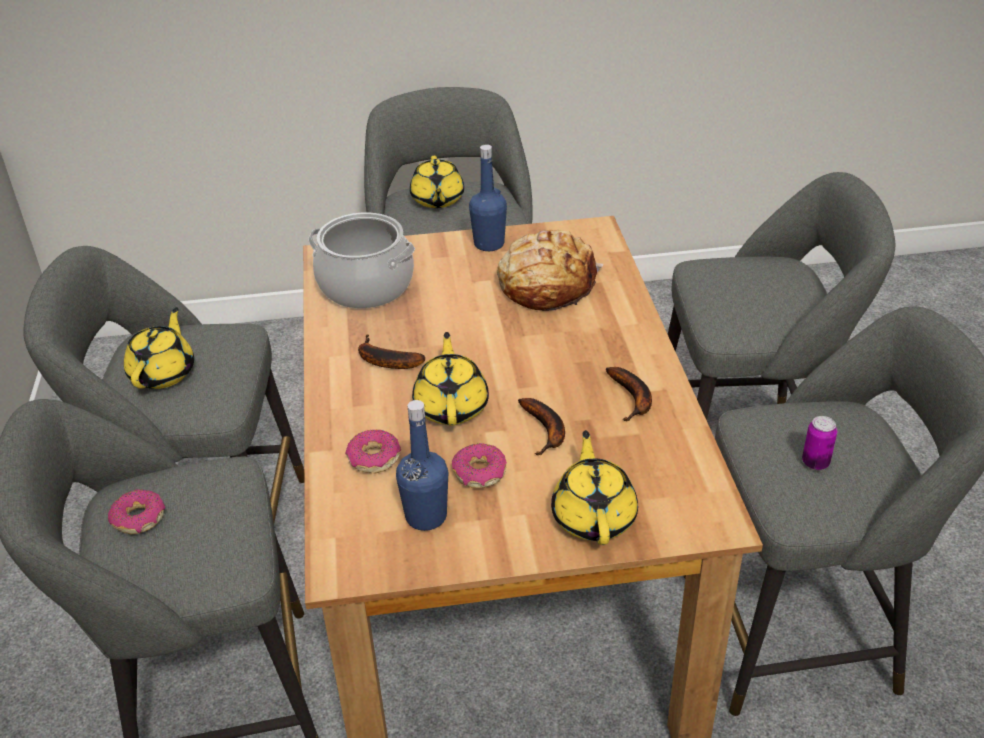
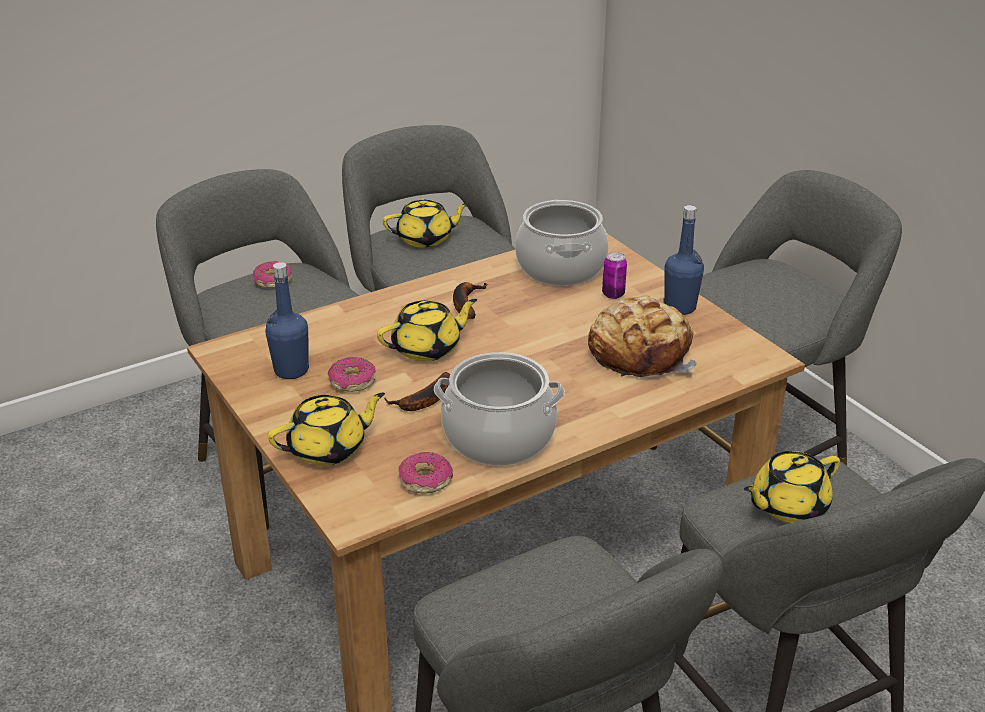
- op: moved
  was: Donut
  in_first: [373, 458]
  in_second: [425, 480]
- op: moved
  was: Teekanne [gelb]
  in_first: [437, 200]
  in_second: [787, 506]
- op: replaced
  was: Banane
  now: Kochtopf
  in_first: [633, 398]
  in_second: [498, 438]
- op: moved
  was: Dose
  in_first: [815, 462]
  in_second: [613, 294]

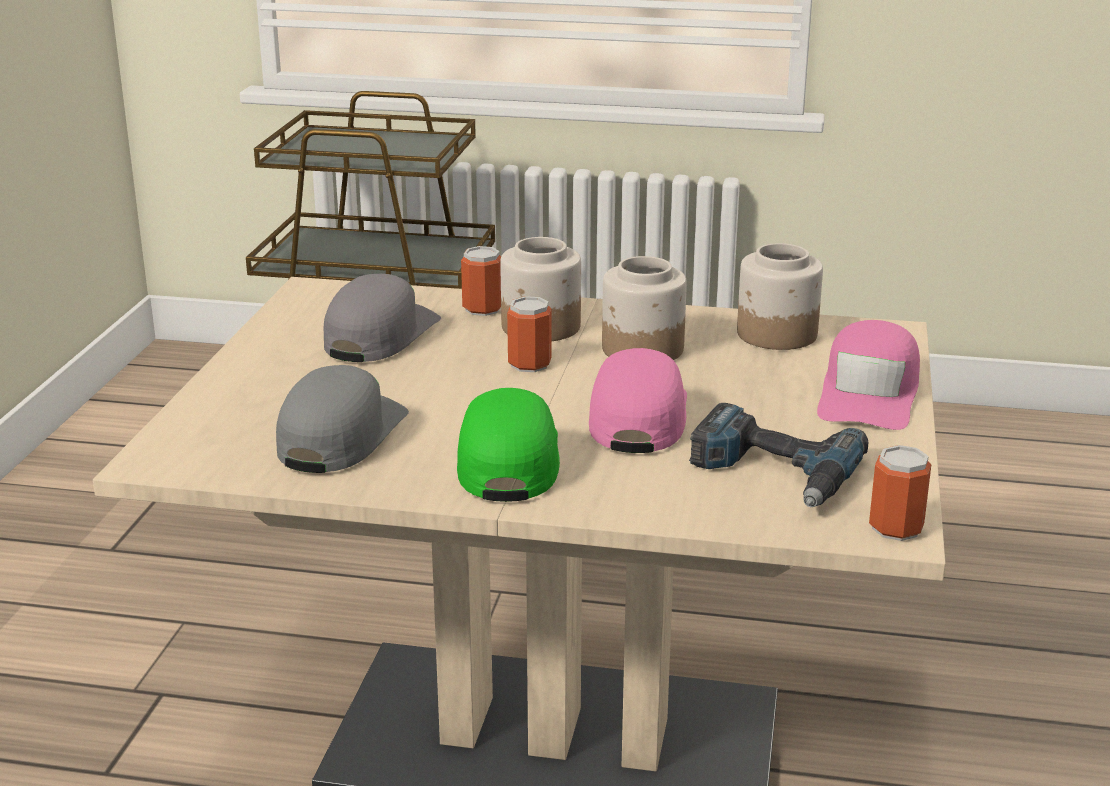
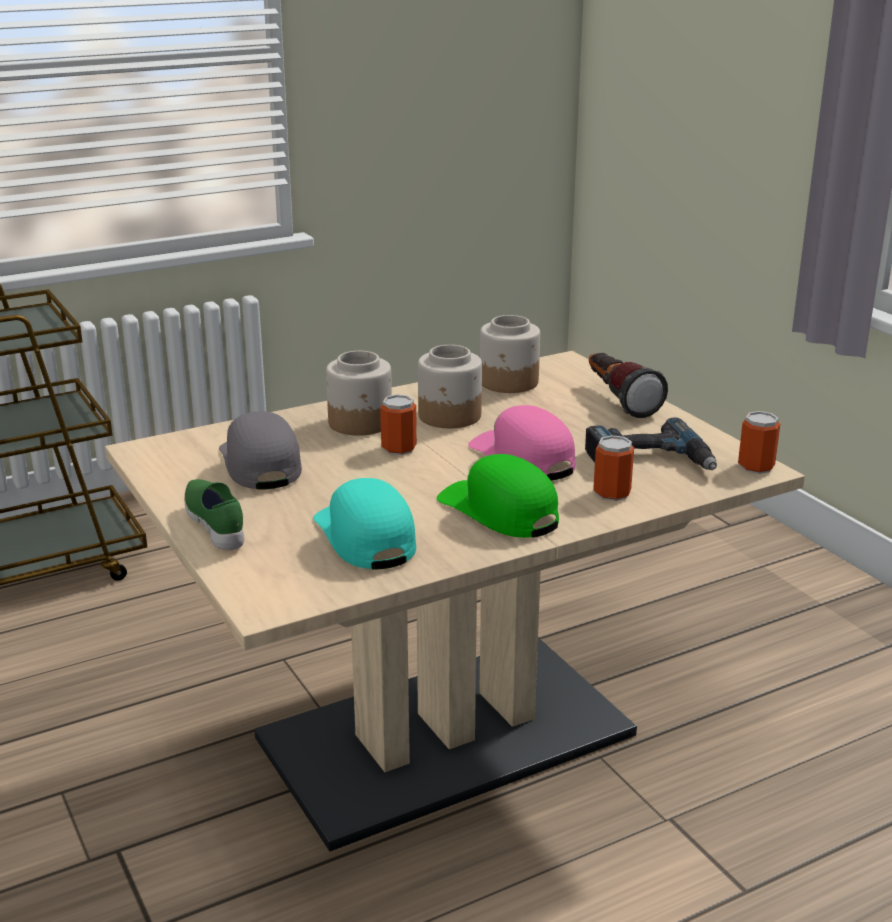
- op: recoloured
  was: Kappe [grau]
  now: Kappe [türkis]
  in_first: [341, 435]
  in_second: [365, 537]
- op: moved
  was: Dose
  in_first: [482, 309]
  in_second: [612, 493]
- op: replaced
  was: Kappe [rosa]
  now: Taschenlampe
  in_first: [869, 394]
  in_second: [618, 400]
- op: added
  now: Schuh [grün]
  in_second: [217, 527]

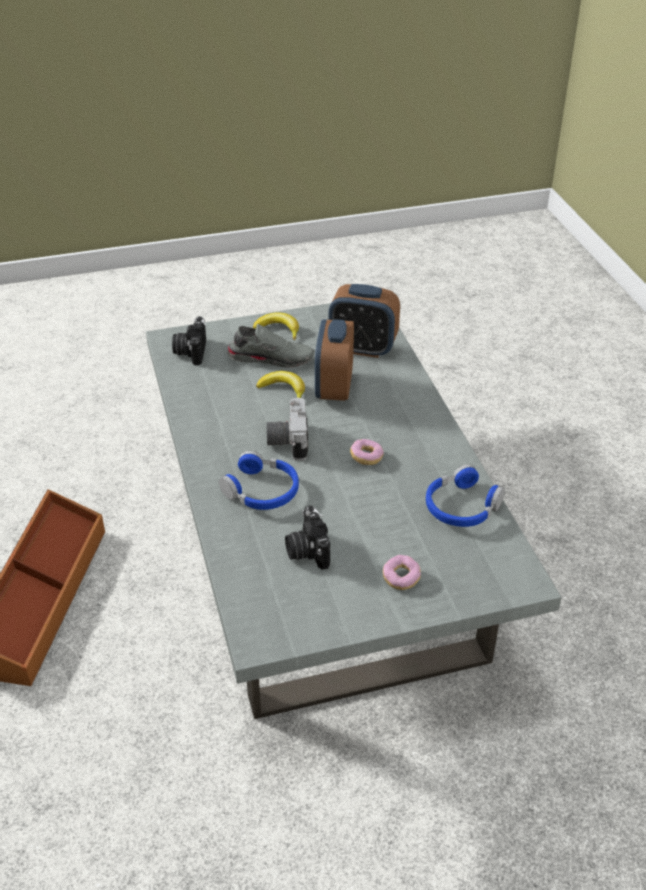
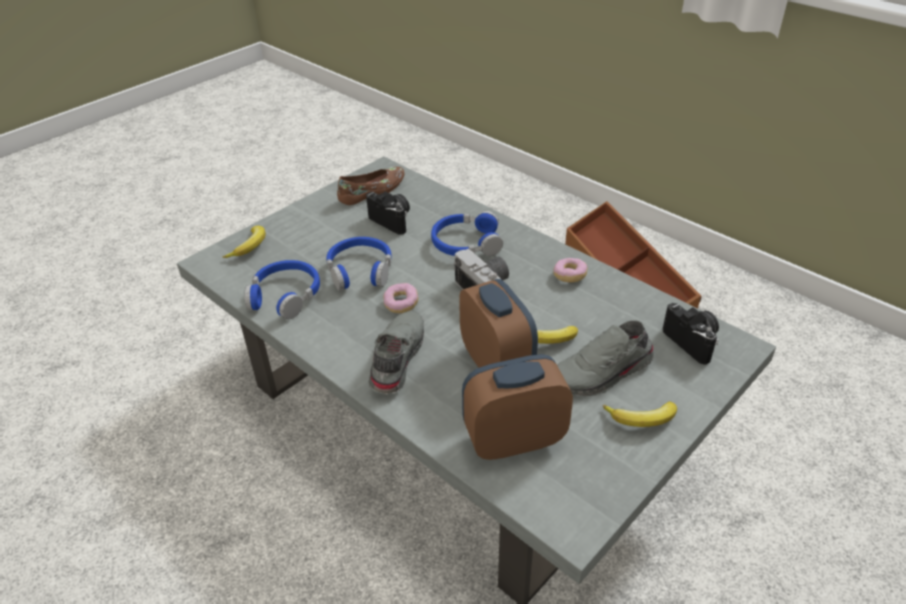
- op: moved
  was: Donut
  in_first: [401, 578]
  in_second: [569, 276]
- op: added
  now: Banane
  in_second: [250, 247]
- op: added
  now: Kopfhörer [blau]
  in_second: [360, 270]
- op: added
  now: Schuh [braun]
  in_second: [373, 191]
- op: added
  now: Schuh [grau]
  in_second: [395, 358]

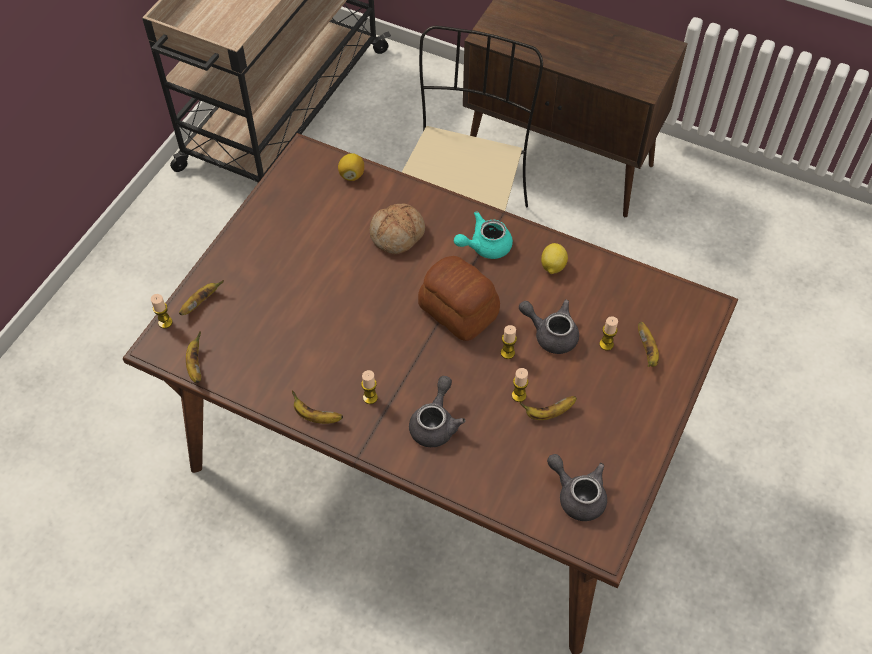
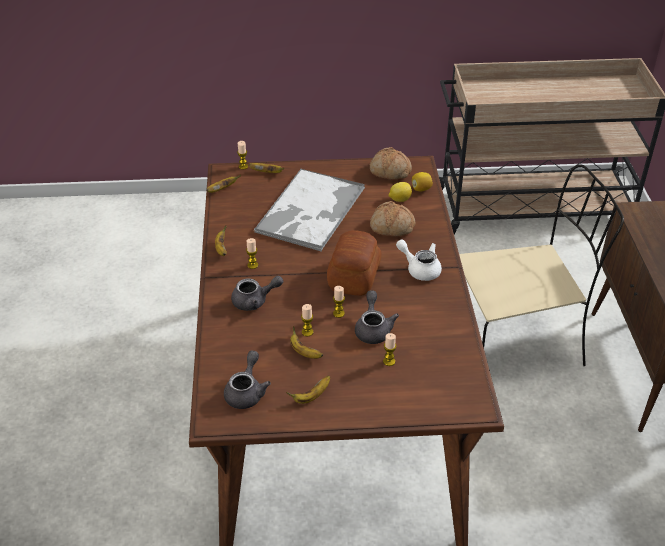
- op: recoloured
  was: Teekanne [türkis]
  now: Teekanne [weiß]
  in_first: [484, 246]
  in_second: [420, 269]
- op: moved
  was: Zitrone
  in_first: [552, 267]
  in_second: [399, 199]
- op: moved
  was: Banane
  in_first: [647, 351]
  in_second: [311, 396]
- op: added
  now: Tablett
  in_second: [310, 211]
- op: added
  now: Brot
  in_second: [389, 171]

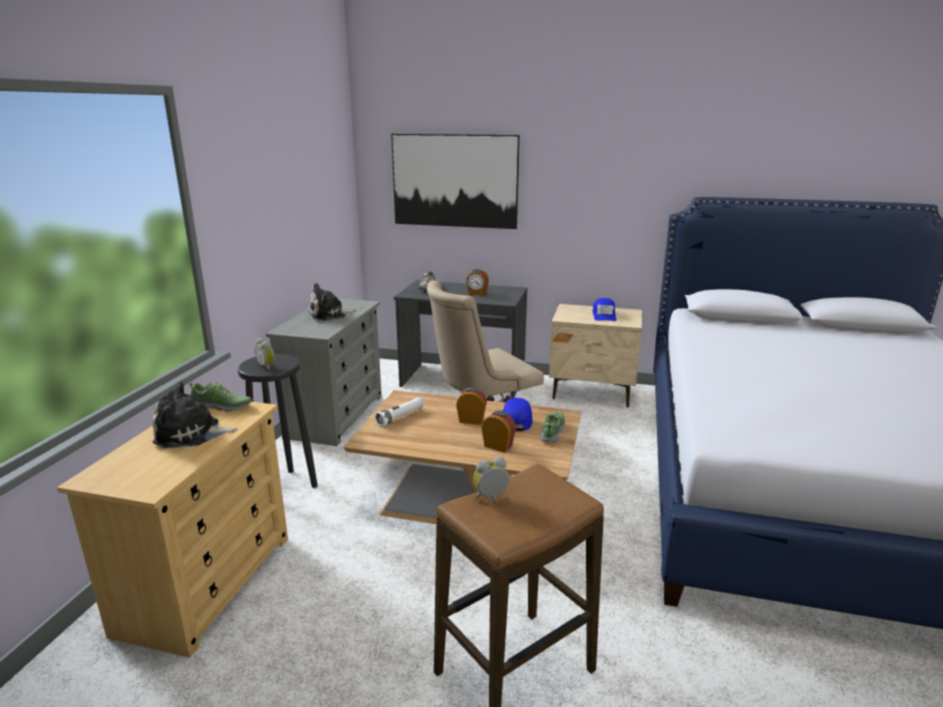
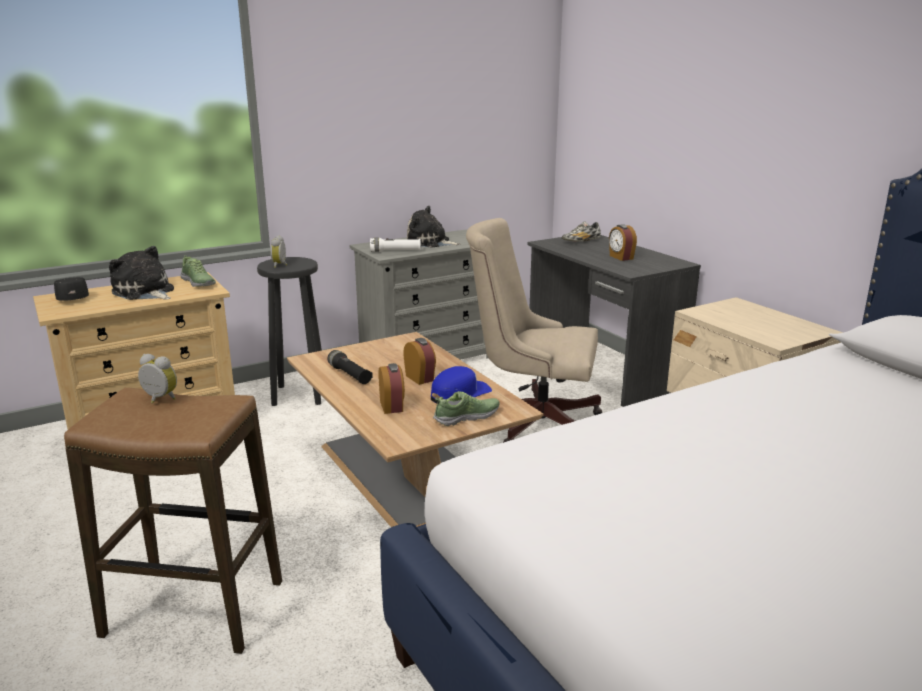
- op: moved
  was: Taschenlampe [weiß]
  in_first: [400, 417]
  in_second: [395, 251]
- op: removed
  was: Bild
  in_first: [454, 181]
- op: removed
  was: Kappe [blau]
  in_first: [604, 315]
- op: added
  now: Kappe [schwarz]
  in_second: [72, 298]
- op: added
  now: Taschenlampe [schwarz]
  in_second: [349, 375]

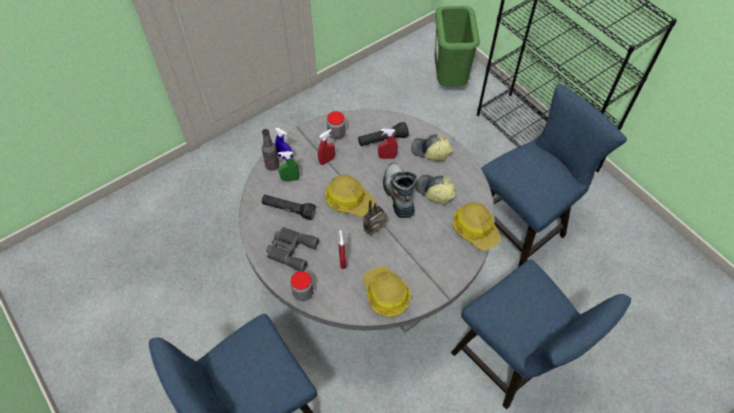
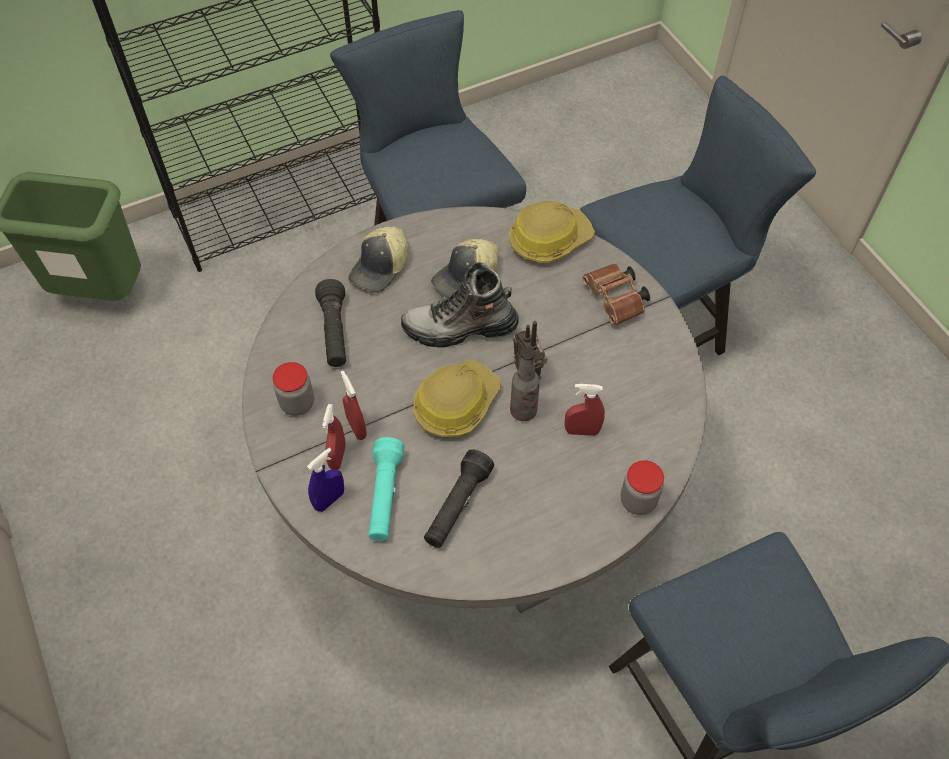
- op: moved
  was: Flasche
  in_first: [272, 165]
  in_second: [523, 411]
- op: removed
  was: Fernglas [grau]
  in_first: [290, 250]
- op: replaced
  was: Sprühflasche [grün]
  now: Taschenlampe [türkis]
  in_first: [290, 179]
  in_second: [385, 496]
- op: removed
  was: Schutzhelm
  in_first: [386, 294]
- op: moved
  was: Sprühflasche [rot]
  in_first: [387, 157]
  in_second: [337, 457]
- op: added
  now: Fernglas [braun]
  in_second: [616, 301]

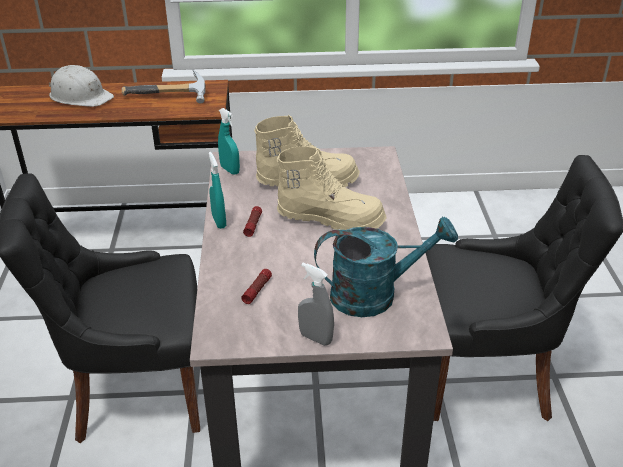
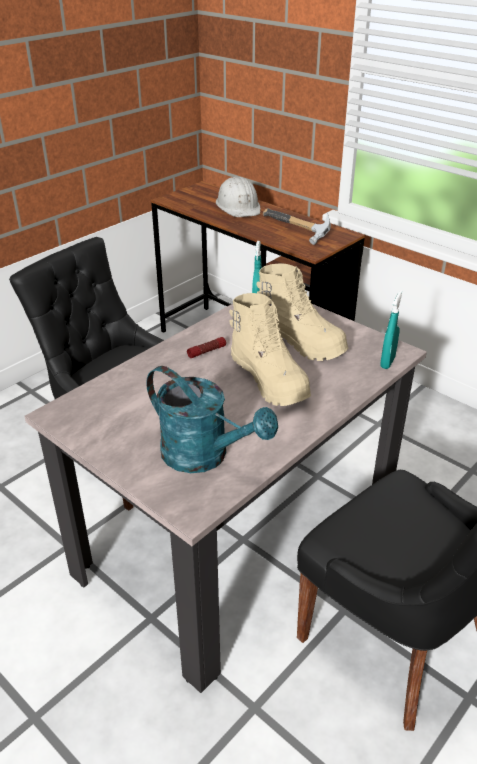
- op: moved
  was: Sprühflasche [türkis]
  in_first: [219, 221]
  in_second: [387, 362]
- op: removed
  was: Taschenlampe
  in_first: [257, 290]
- op: removed
  was: Sprühflasche [grau]
  in_first: [315, 338]

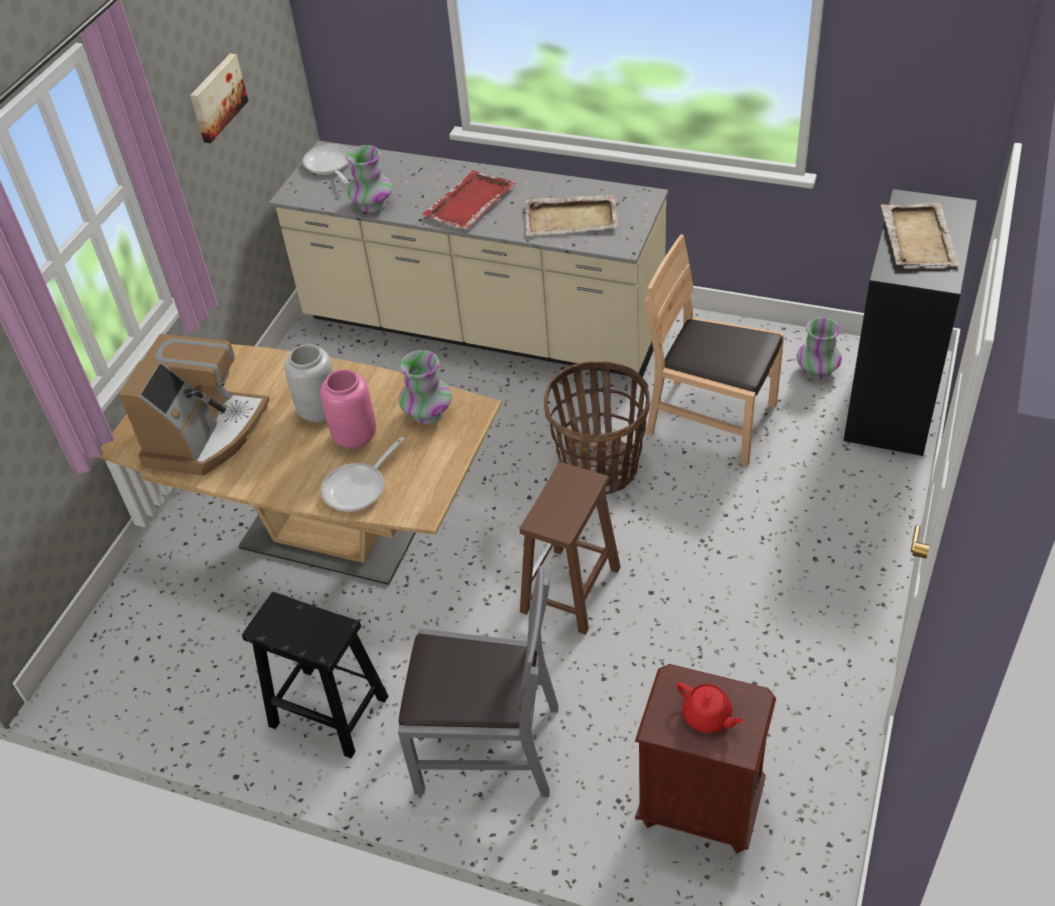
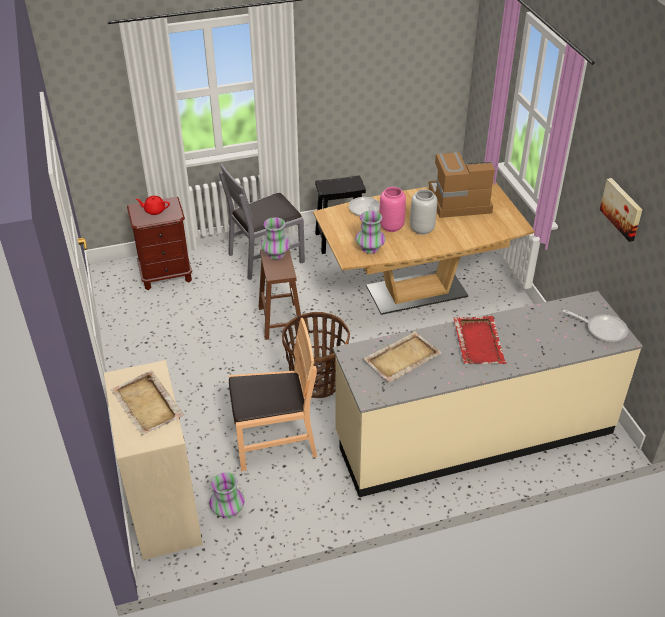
- op: turned
  was: Kaffeemaschine
  in_first: [206, 434]
  in_second: [458, 202]
  clockwise: 105
- op: moved
  was: Vase
  in_first: [373, 205]
  in_second: [276, 254]
- op: recoloured
  was: Kommode [schwarz]
  now: Kommode [beige]
  in_first: [891, 401]
  in_second: [165, 509]

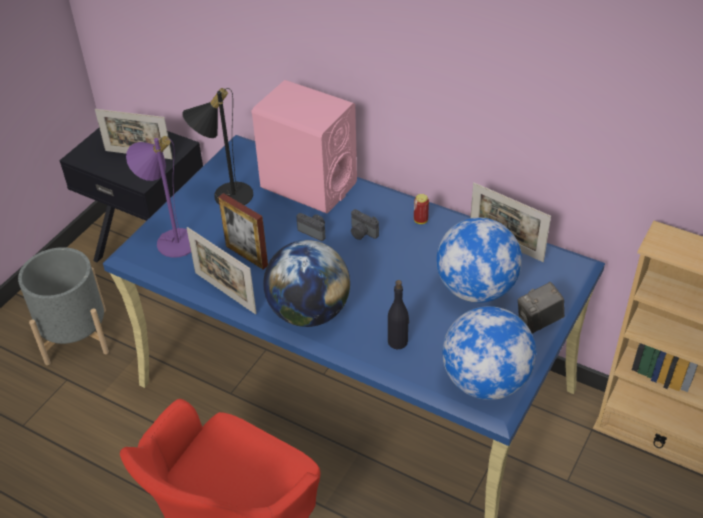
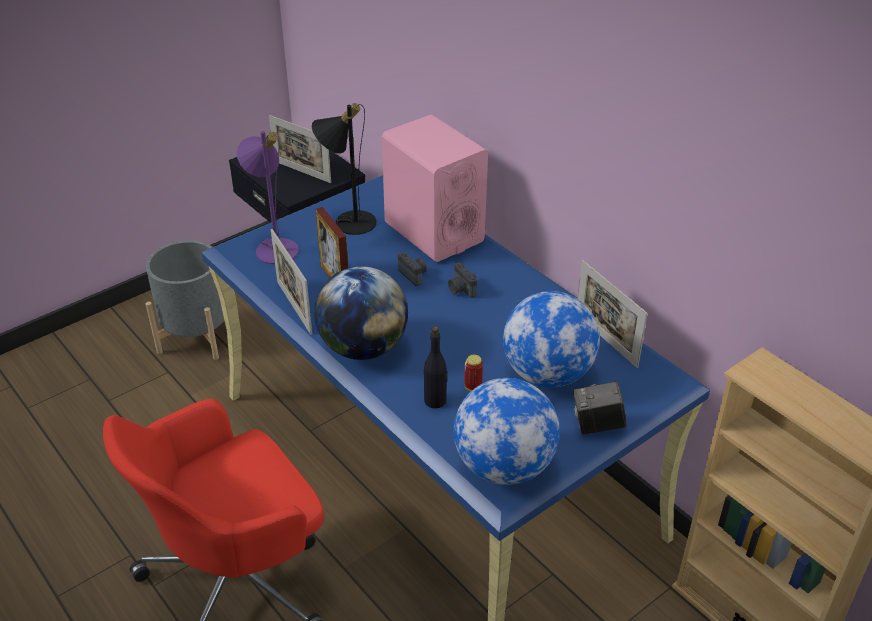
- op: moved
  was: Dose
  in_first: [420, 220]
  in_second: [473, 387]

